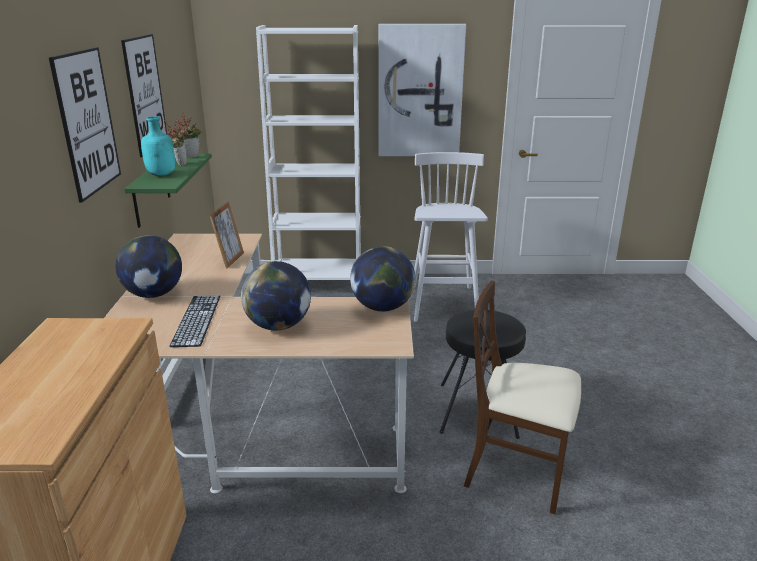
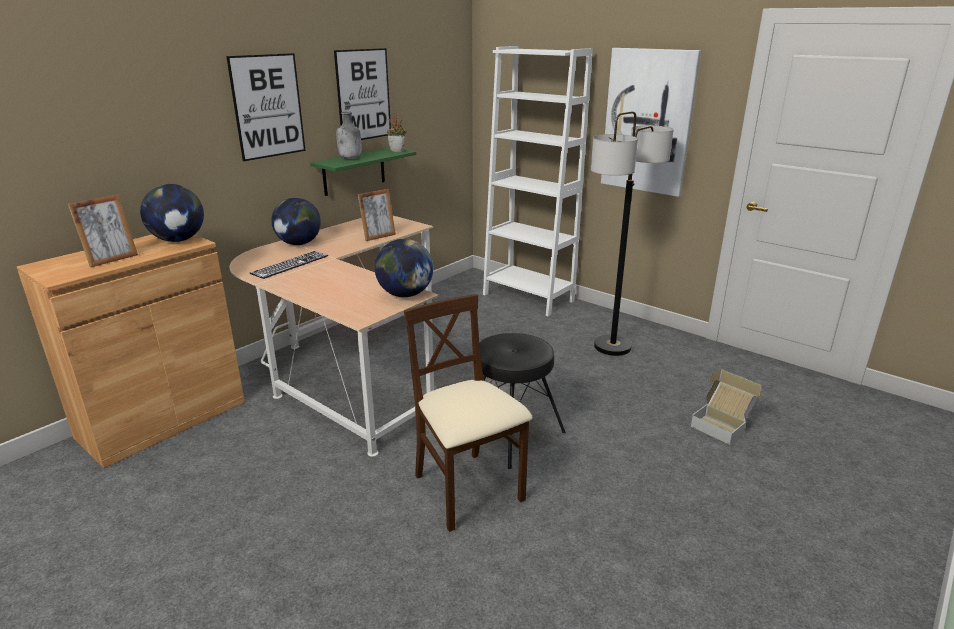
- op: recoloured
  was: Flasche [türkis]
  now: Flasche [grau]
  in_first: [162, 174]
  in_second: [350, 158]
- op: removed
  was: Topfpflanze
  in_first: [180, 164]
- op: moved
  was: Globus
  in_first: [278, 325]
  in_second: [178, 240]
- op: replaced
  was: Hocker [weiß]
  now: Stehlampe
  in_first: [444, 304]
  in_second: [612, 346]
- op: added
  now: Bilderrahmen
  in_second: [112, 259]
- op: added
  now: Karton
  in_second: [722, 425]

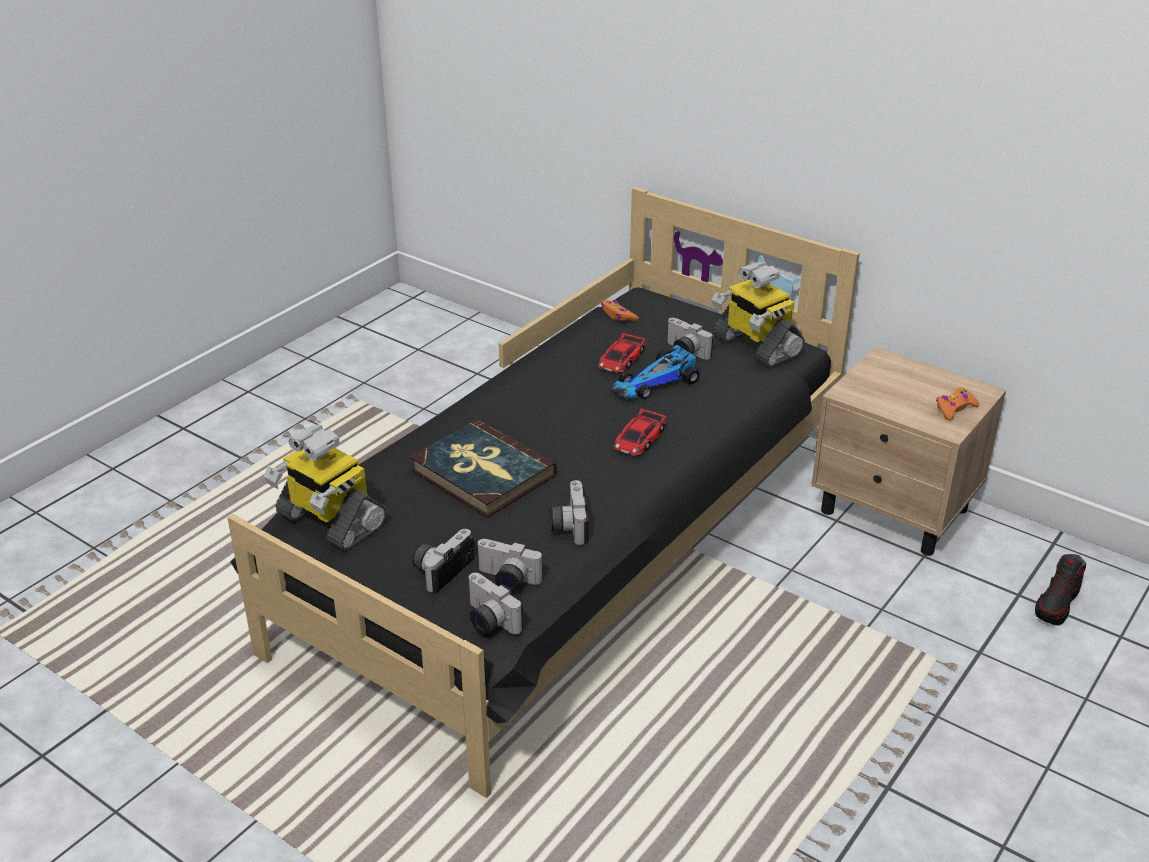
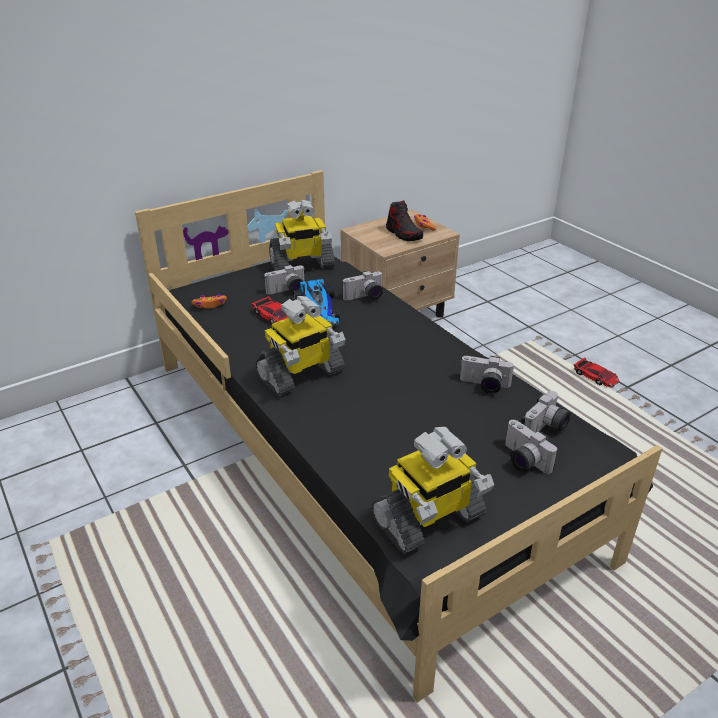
- op: removed
  was: Buch
  in_first: [482, 473]
- op: moved
  was: Kamera
  in_first: [488, 621]
  in_second: [365, 297]
- op: moved
  was: Spielzeugauto
  in_first: [639, 438]
  in_second: [595, 376]
- op: moved
  was: Schuh
  in_first: [1057, 604]
  in_second: [404, 234]
- op: added
  now: Spielzeugroboter
  in_second: [301, 375]

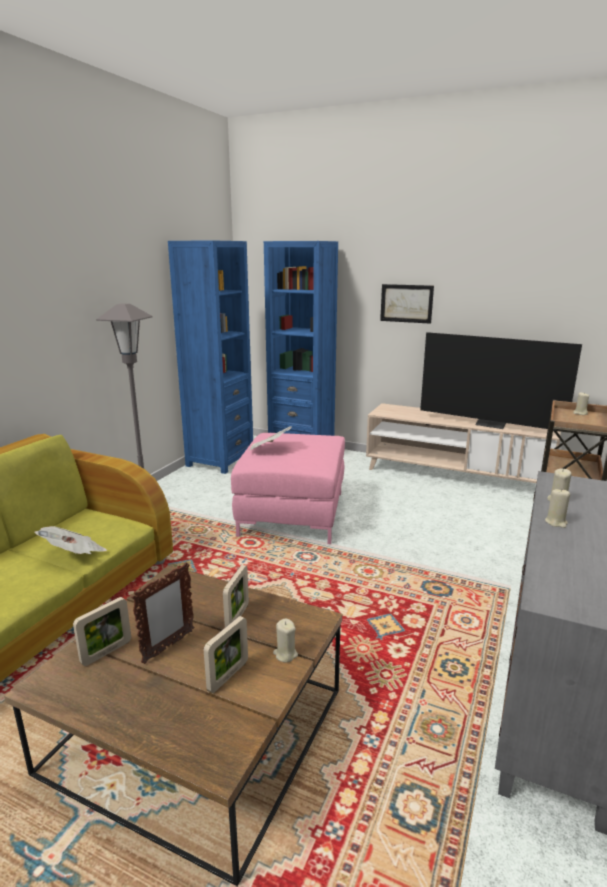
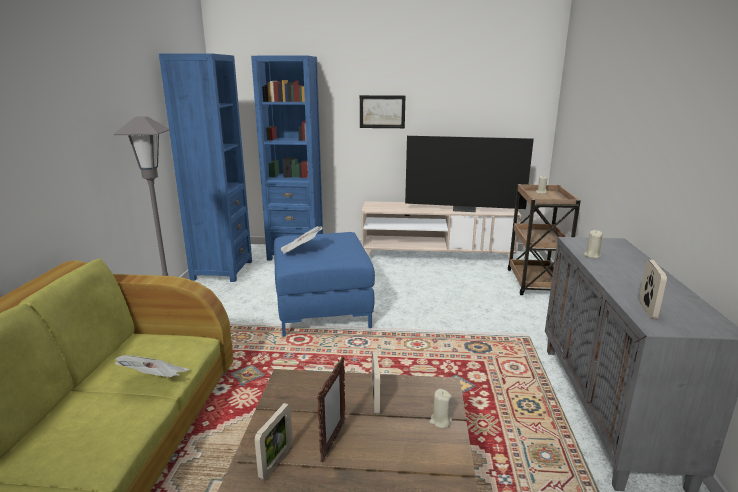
- op: moved
  was: Bilderrahmen
  in_first: [228, 676]
  in_second: [647, 310]
- op: recoloured
  was: Polsterhocker [rosa]
  now: Polsterhocker [blau]
  in_first: [292, 513]
  in_second: [321, 307]
- op: removed
  was: Kerze [beige]
  in_first: [556, 522]

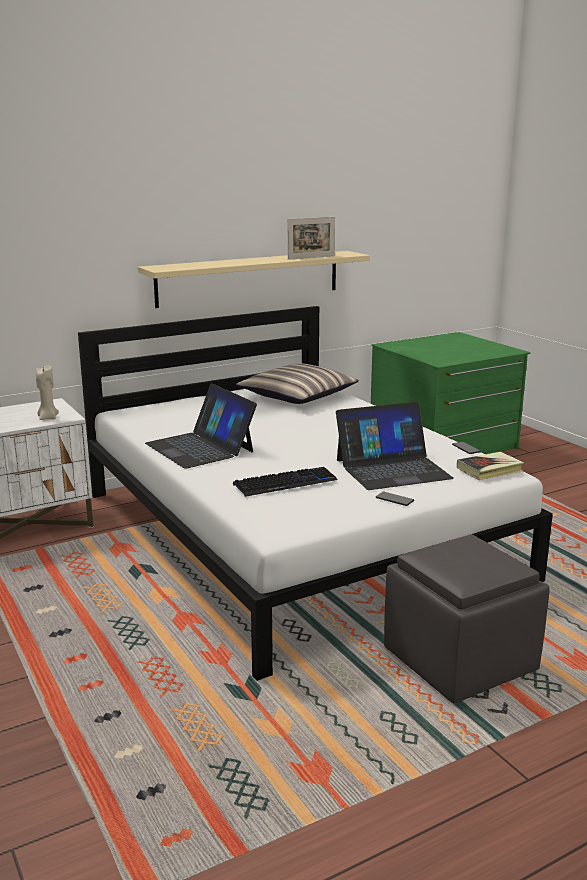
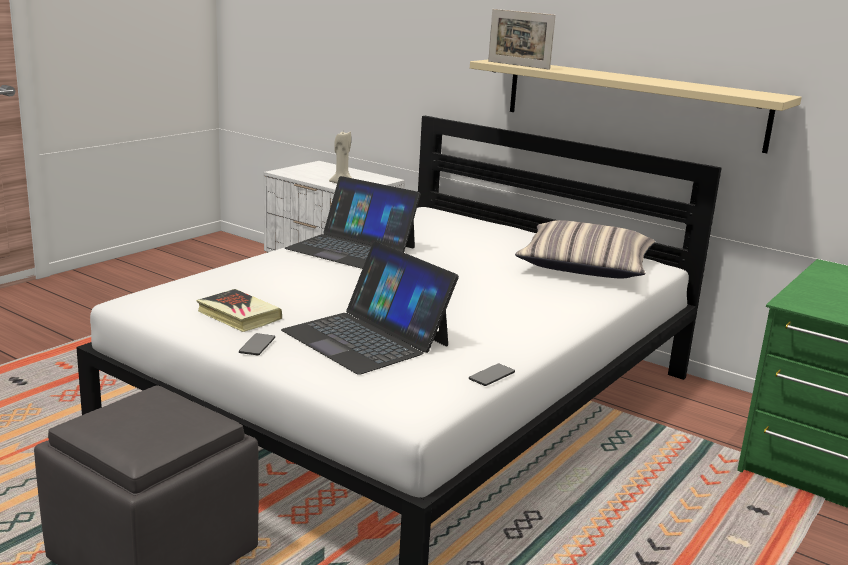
- op: turned
  was: Laptop
  in_first: [200, 447]
  in_second: [352, 248]
  clockwise: -90
- op: removed
  was: Tastatur
  in_first: [285, 483]
- op: moved
  was: Bilderrahmen
  in_first: [311, 257]
  in_second: [518, 65]
- op: moved
  was: Buch
  in_first: [489, 470]
  in_second: [238, 316]

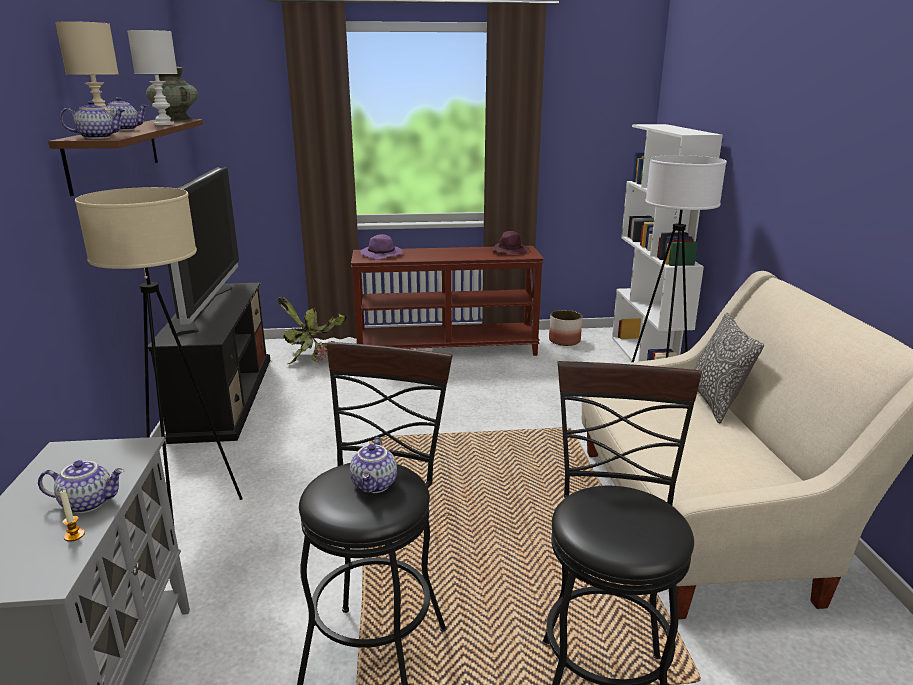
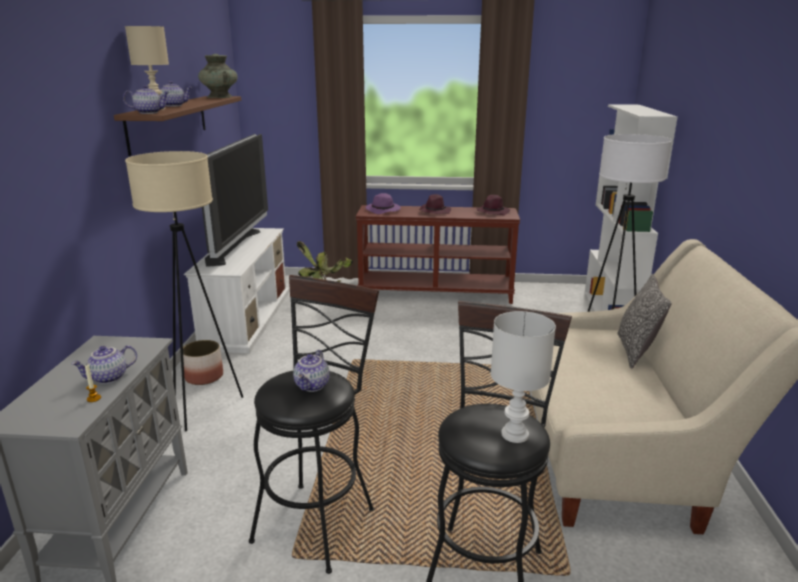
- op: turned
  was: Teekanne
  in_first: [89, 502]
  in_second: [109, 378]
  clockwise: 135
- op: moved
  was: Tischlampe [weiß]
  in_first: [163, 124]
  in_second: [513, 434]
- op: recoloured
  was: Fernsehschrank [schwarz]
  now: Fernsehschrank [weiß]
  in_first: [224, 396]
  in_second: [247, 318]
- op: moved
  was: Pflanzkübel
  in_first: [564, 340]
  in_second: [204, 376]
- op: added
  now: Hut [lila]
  in_second: [434, 211]

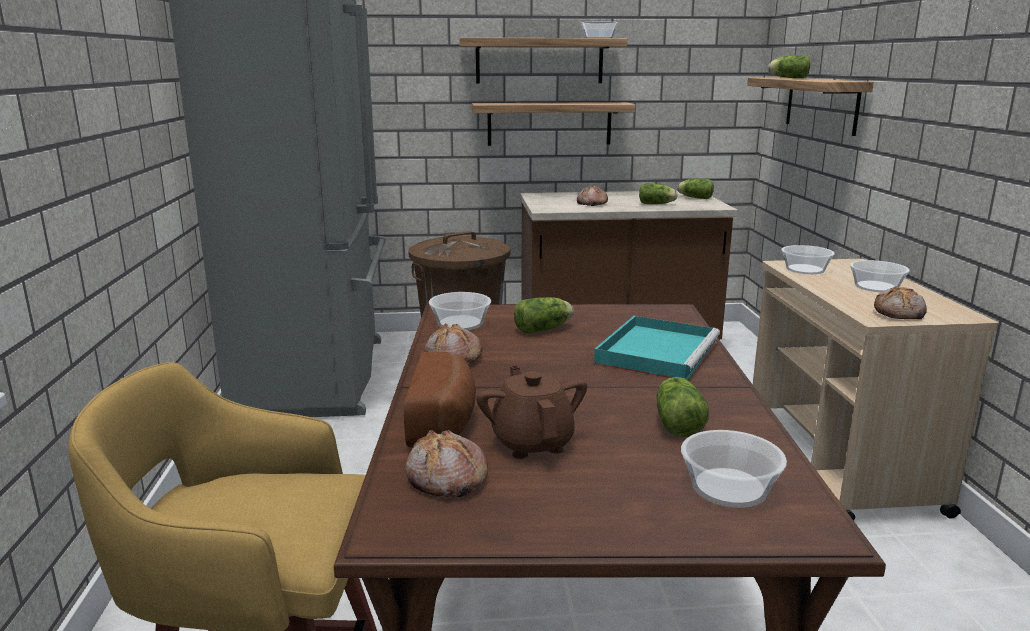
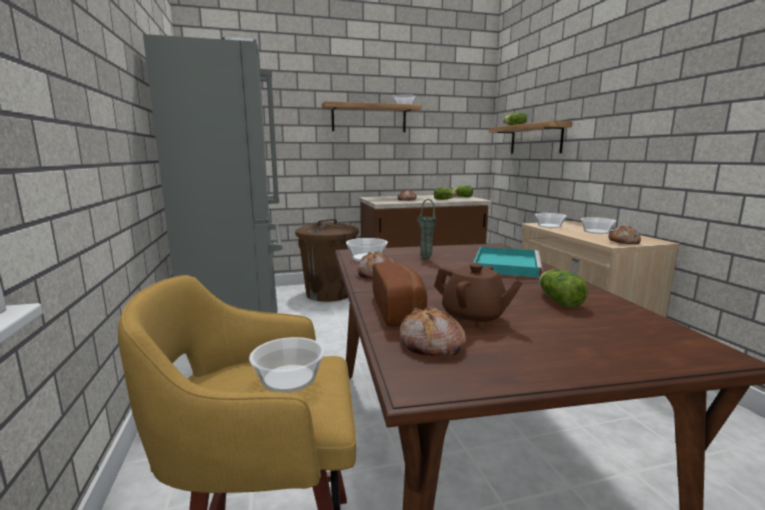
- op: removed
  was: Wandregal
  in_first: [549, 123]
- op: turned
  was: Teekanne [braun]
  in_first: [532, 443]
  in_second: [474, 318]
  clockwise: 150
- op: replaced
  was: Salatkopf
  now: Vase [grün]
  in_first: [545, 329]
  in_second: [424, 258]
- op: moved
  was: Schüssel
  in_first: [728, 487]
  in_second: [288, 378]

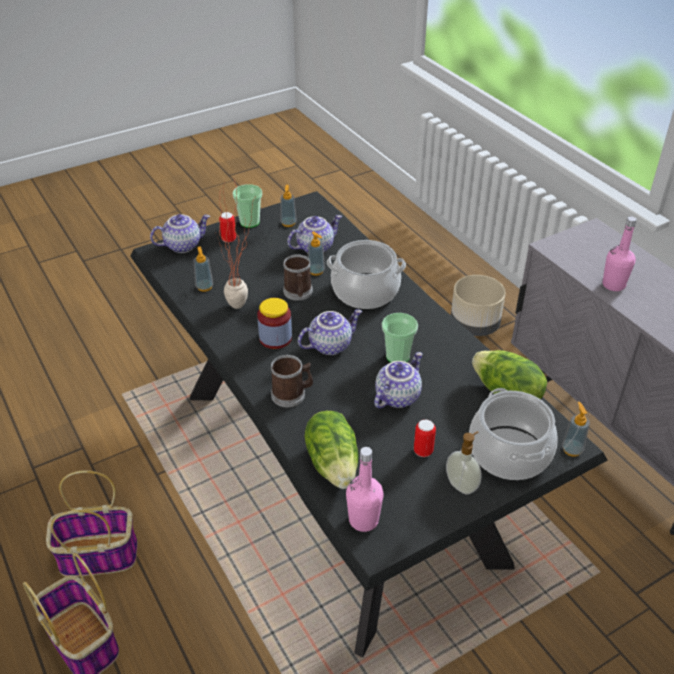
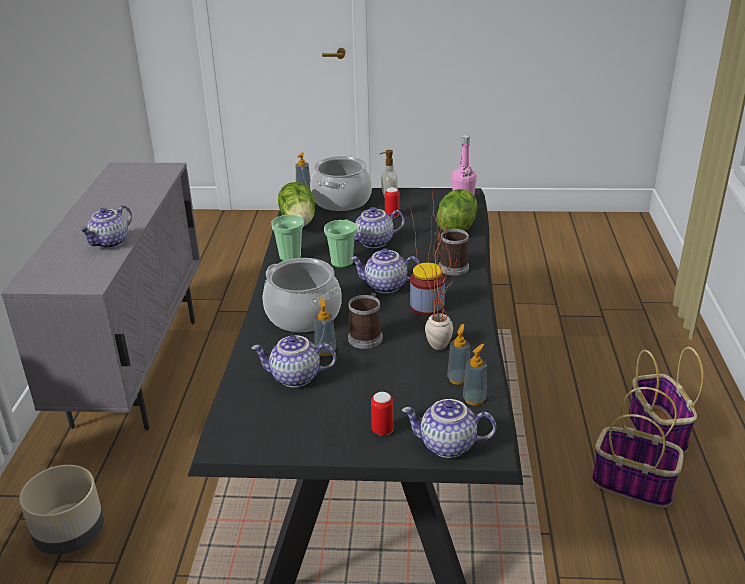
- op: moved
  was: Tasse
  in_first: [249, 222]
  in_second: [290, 257]
- op: moved
  was: Seifenspender
  in_first: [288, 223]
  in_second: [474, 399]
- op: replaced
  was: Flasche [rosa]
  now: Teekanne
  in_first: [613, 285]
  in_second: [110, 243]

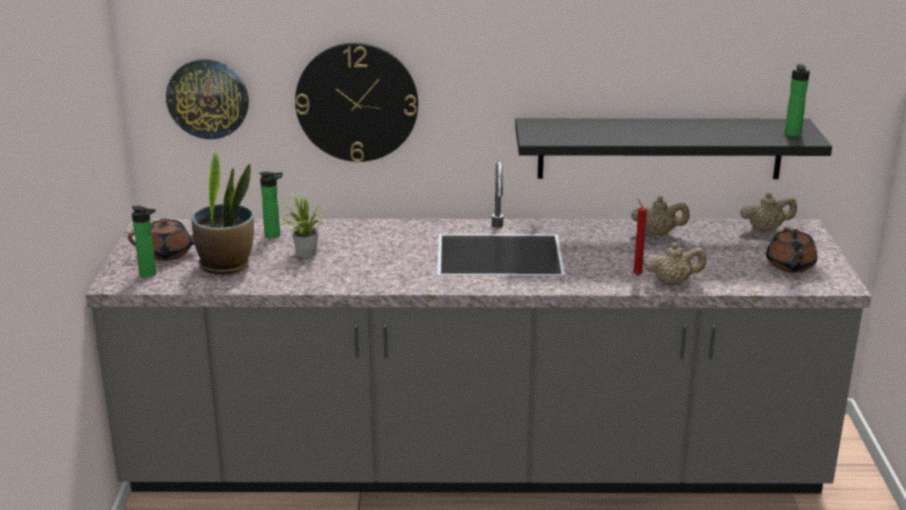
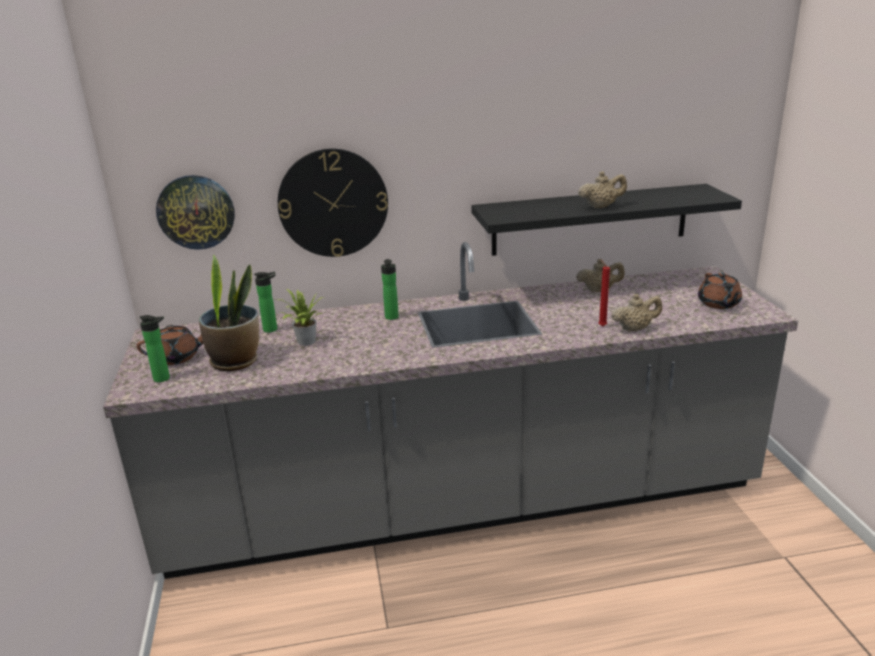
- op: moved
  was: Teekanne [beige]
  in_first: [765, 229]
  in_second: [601, 207]
- op: moved
  was: Flasche
  in_first: [793, 135]
  in_second: [392, 318]

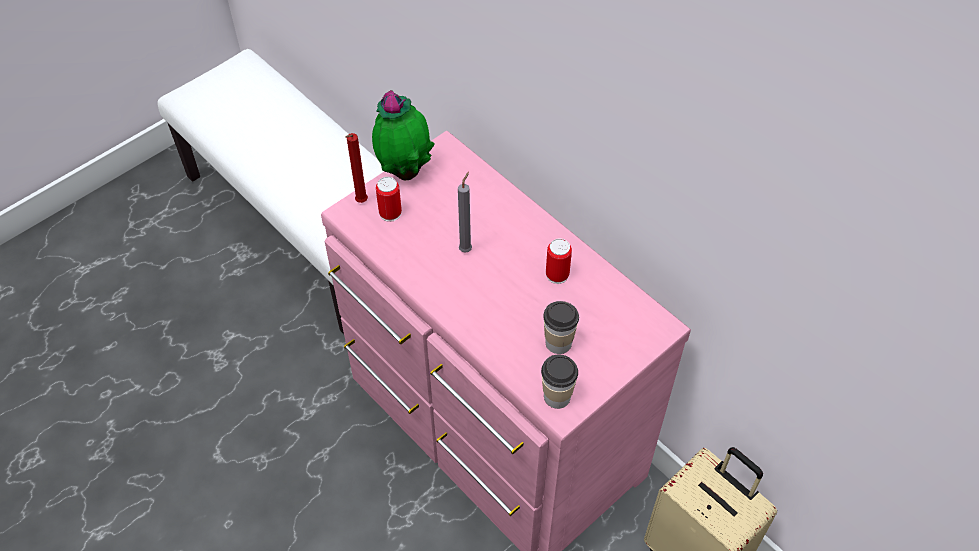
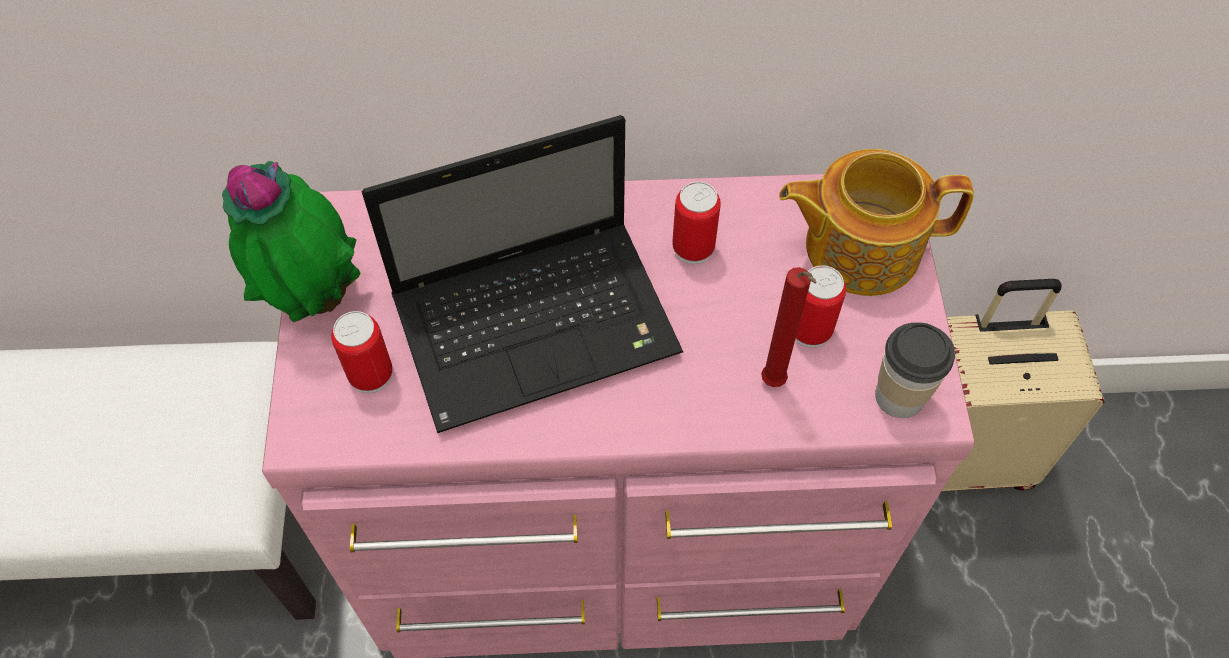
- op: moved
  was: Kerze [rot]
  in_first: [360, 202]
  in_second: [775, 384]
- op: replaced
  was: Kerze [grau]
  now: Laptop
  in_first: [466, 249]
  in_second: [540, 323]
- op: replaced
  was: Tasse
  now: Dose
  in_first: [558, 343]
  in_second: [810, 329]
- op: added
  now: Teekanne
  in_second: [859, 247]

